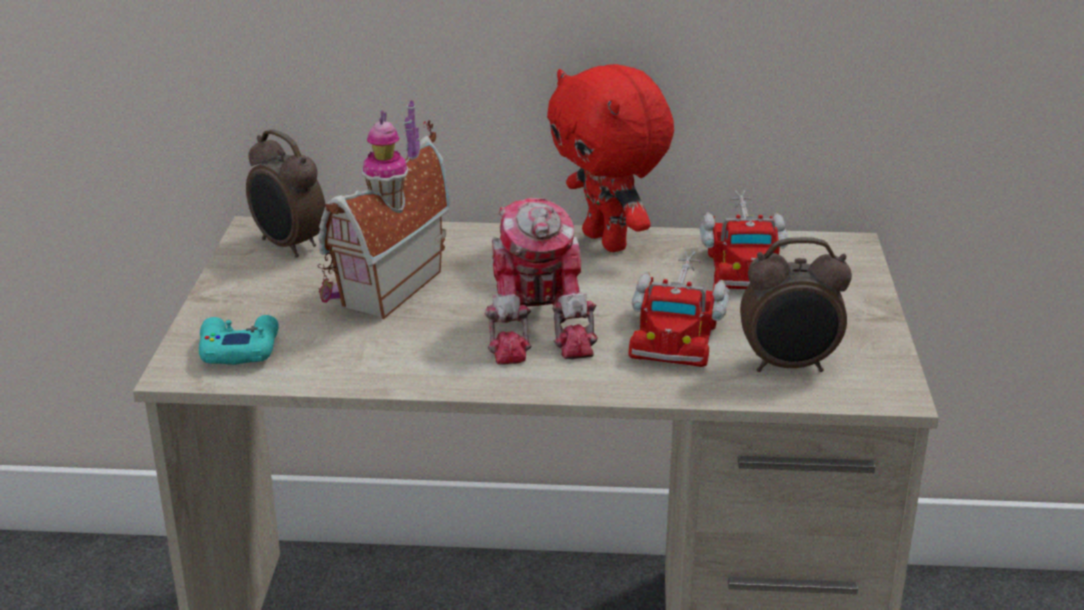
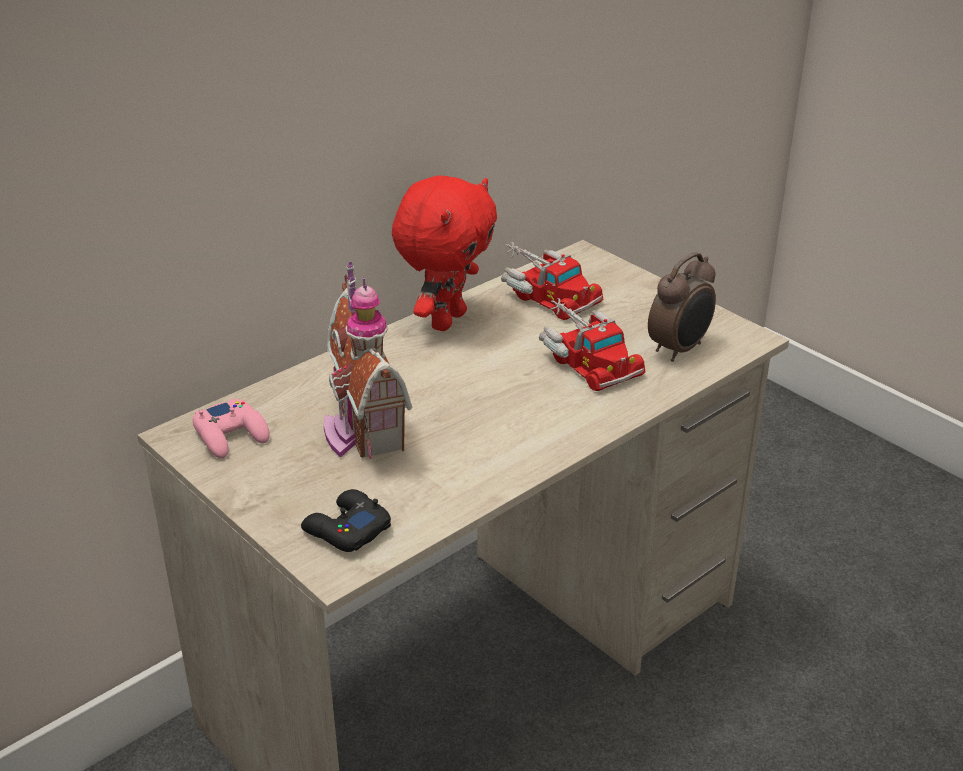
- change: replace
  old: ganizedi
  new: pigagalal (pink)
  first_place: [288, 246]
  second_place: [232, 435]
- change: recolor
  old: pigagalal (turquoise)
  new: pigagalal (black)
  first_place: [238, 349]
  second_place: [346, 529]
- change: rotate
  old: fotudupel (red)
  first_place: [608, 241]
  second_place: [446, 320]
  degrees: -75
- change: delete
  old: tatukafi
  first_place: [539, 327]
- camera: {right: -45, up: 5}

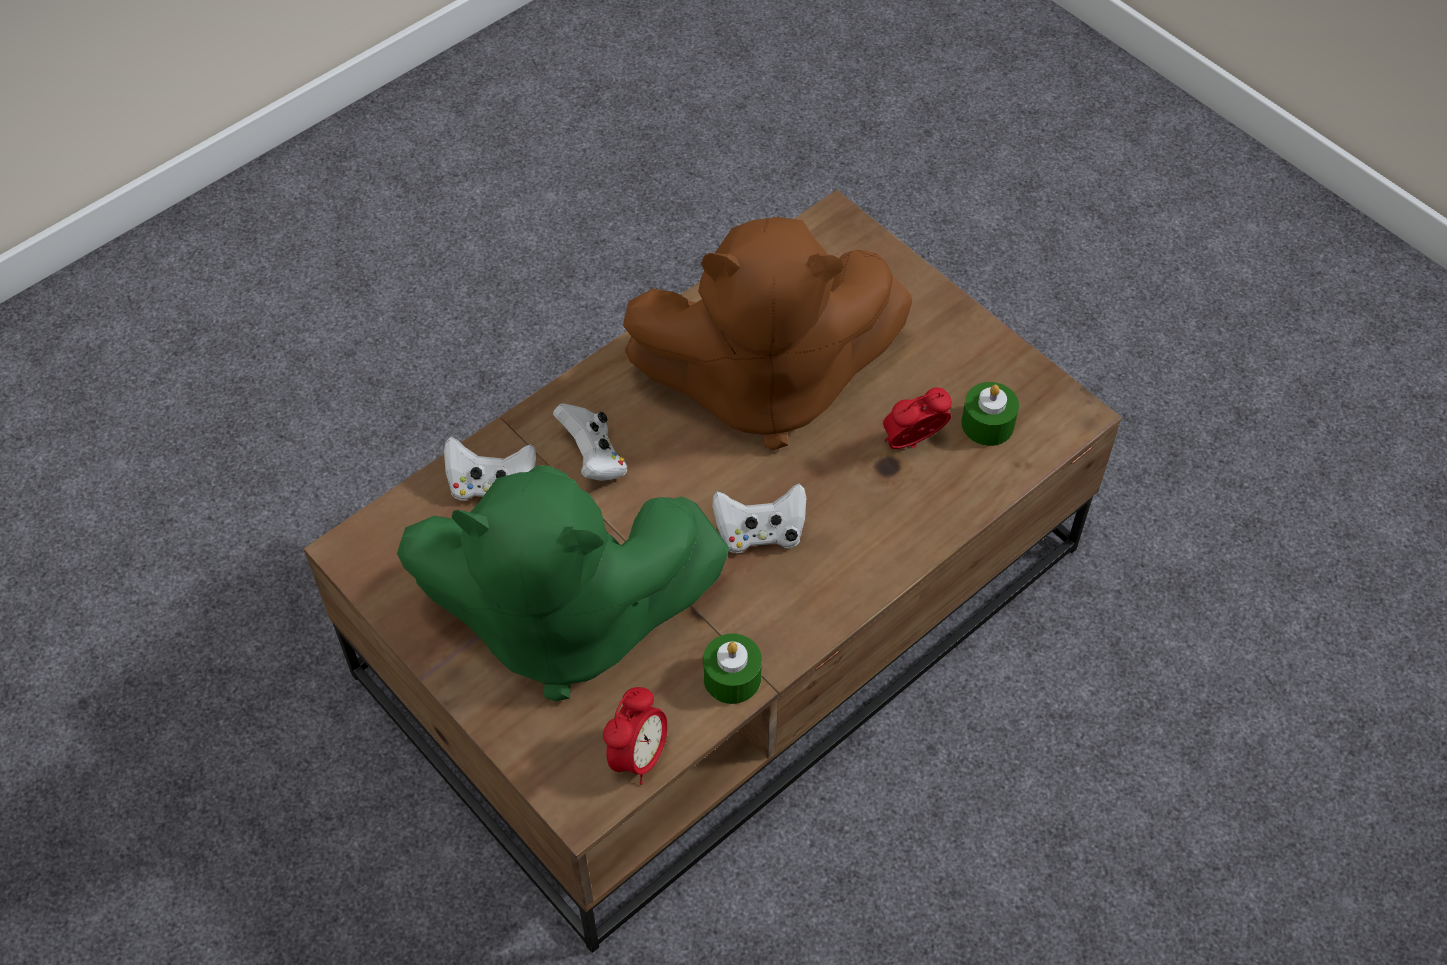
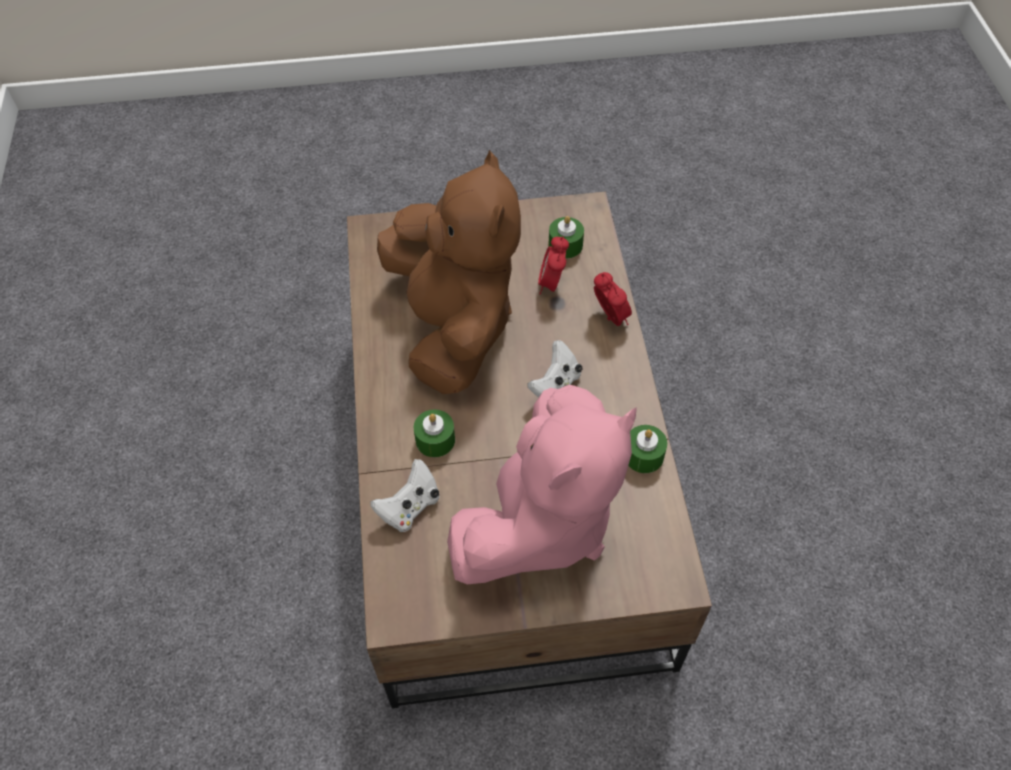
- change: rotate
  old: fotudupel (brown)
  first_place: [763, 384]
  second_place: [453, 326]
  degrees: -45
- change: replace
  old: pigagalal (white)
  new: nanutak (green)
  first_place: [594, 459]
  second_place: [435, 440]
- change: recolor
  old: fotudupel (green)
  new: fotudupel (pink)
  first_place: [563, 620]
  second_place: [541, 521]
- change: move
  old: ganizedi
  first_place: [638, 756]
  second_place: [610, 318]
- camera: {right: -55, up: 0}

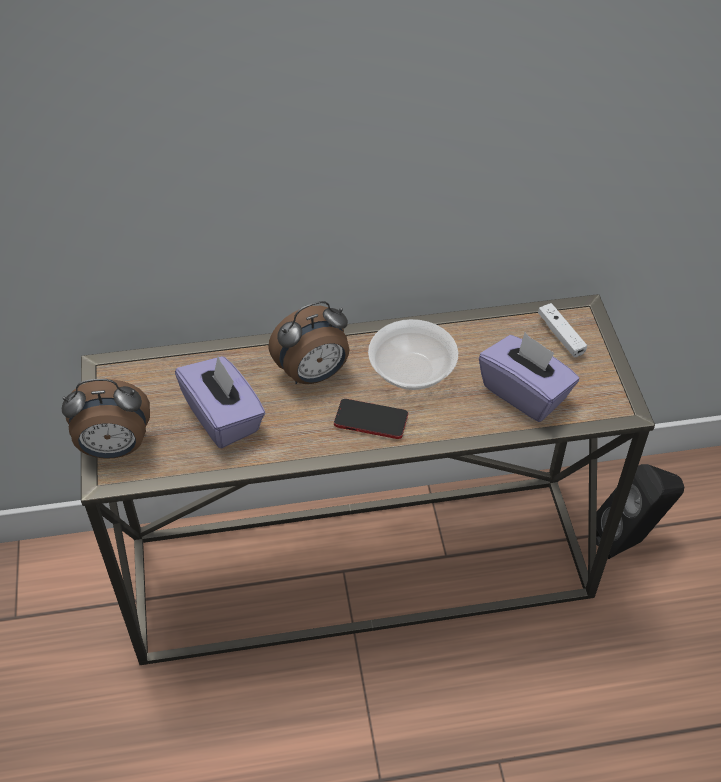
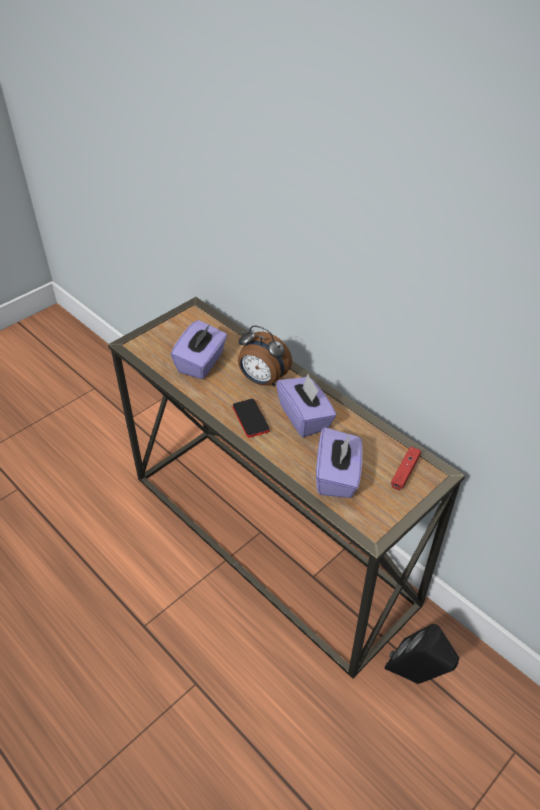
- change: replace
  old: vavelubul
  new: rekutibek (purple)
  first_place: [411, 370]
  second_place: [305, 418]
- change: recolor
  old: pigagalal (white)
  new: pigagalal (red)
  first_place: [560, 335]
  second_place: [405, 472]
- change: delete
  old: ganizedi
  first_place: [115, 448]
- camera: {right: 55, up: -5}

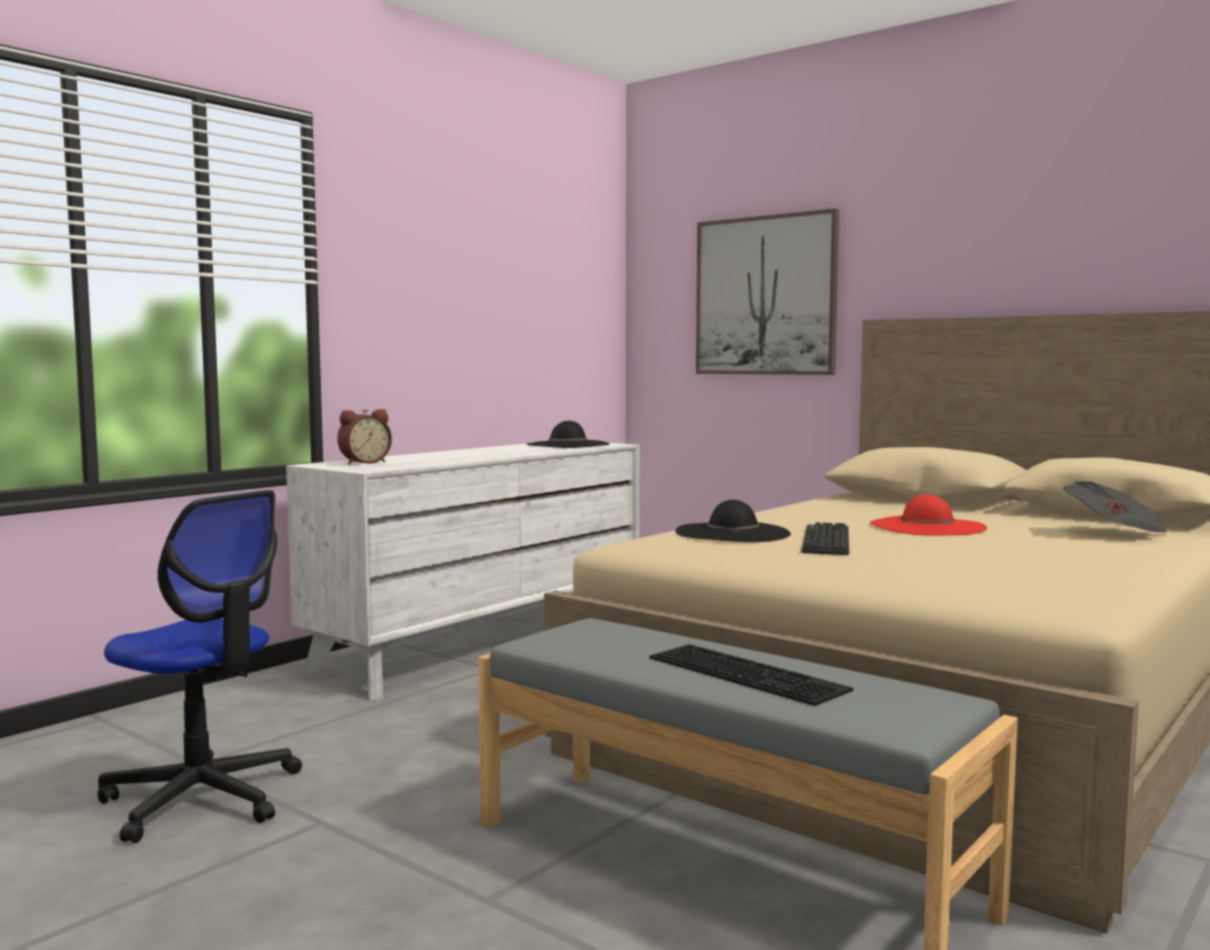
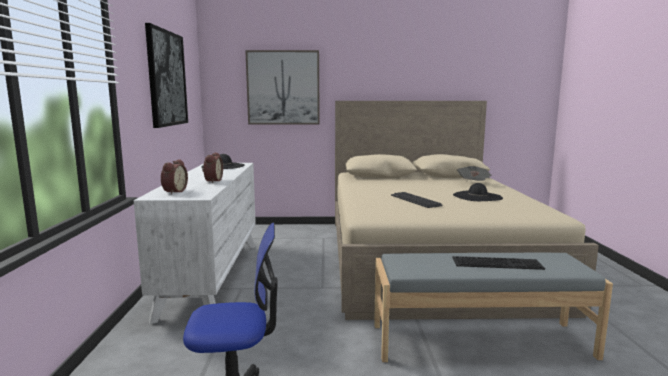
- change: insert
  new: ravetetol
  second_place: [166, 78]
- change: insert
  new: ganizedi
  second_place: [212, 181]
- change: move
  old: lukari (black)
  first_place: [732, 533]
  second_place: [477, 196]
- change: delete
  old: lukari (red)
  first_place: [927, 526]
- camera: {right: -40, up: 5}

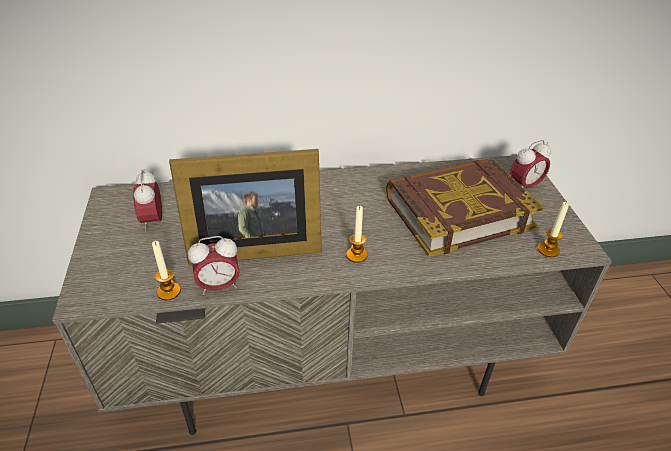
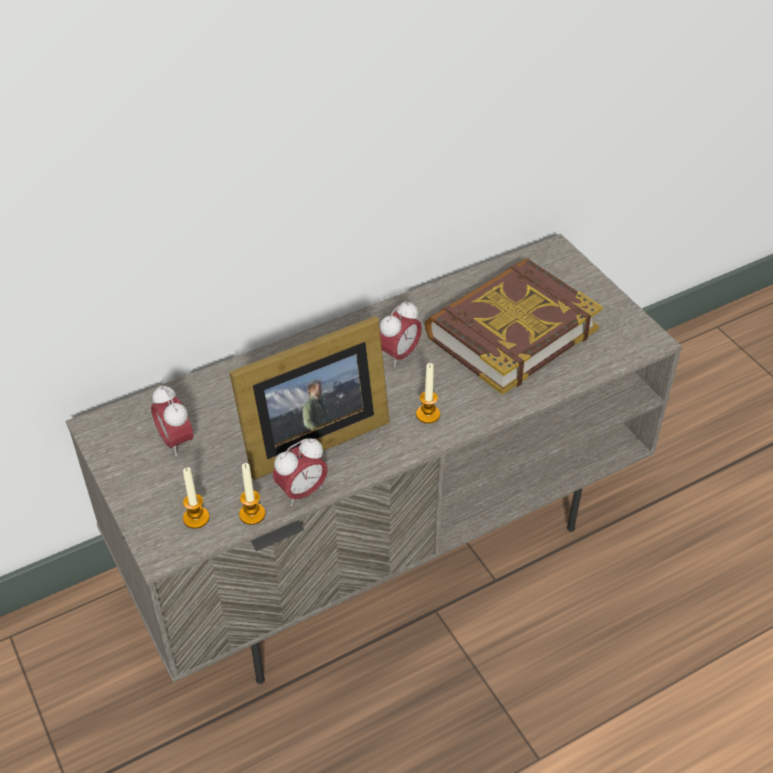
- change: move
  old: nanutak
  first_place: [548, 250]
  second_place: [196, 518]
- change: move
  old: ganizedi
  first_place: [524, 186]
  second_place: [399, 355]
- camera: {right: -20, up: 5}

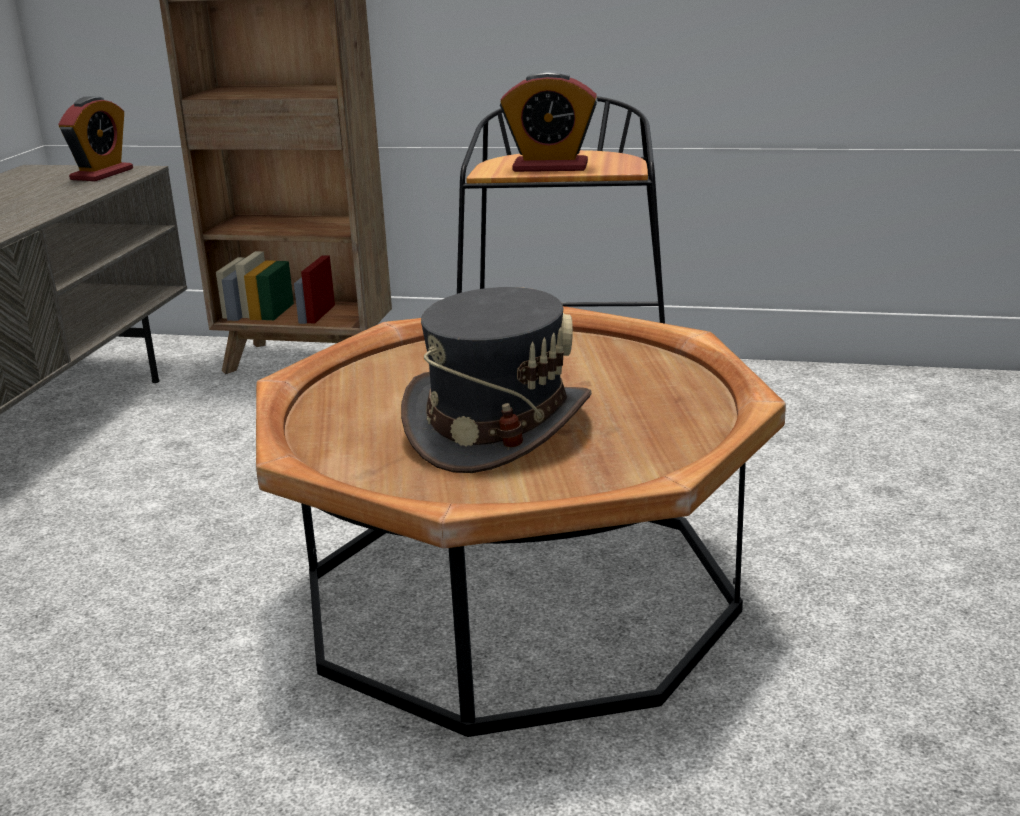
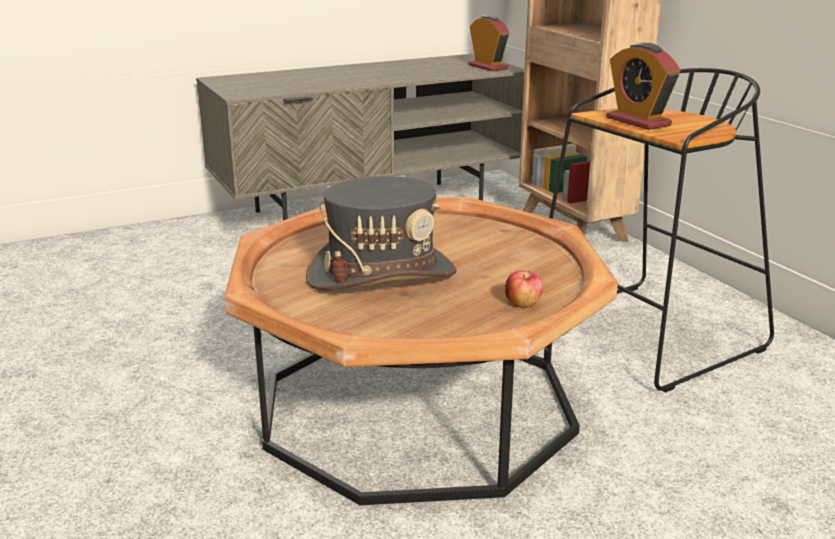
- change: rotate
  old: ganizedi
  first_place: [102, 174]
  second_place: [487, 67]
  degrees: -105
- change: insert
  new: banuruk
  second_place: [523, 303]
- camera: {right: 50, up: 0}

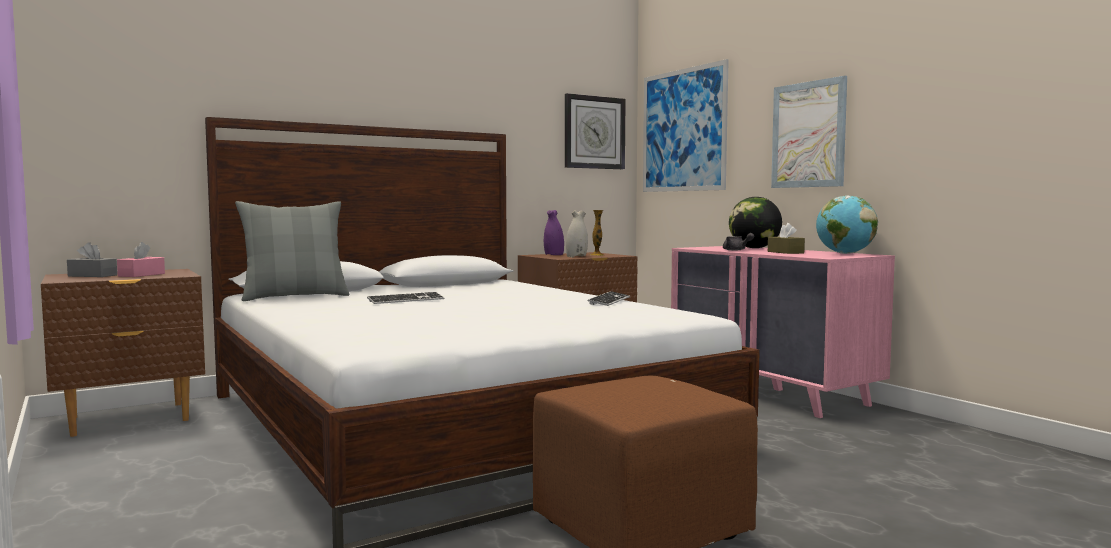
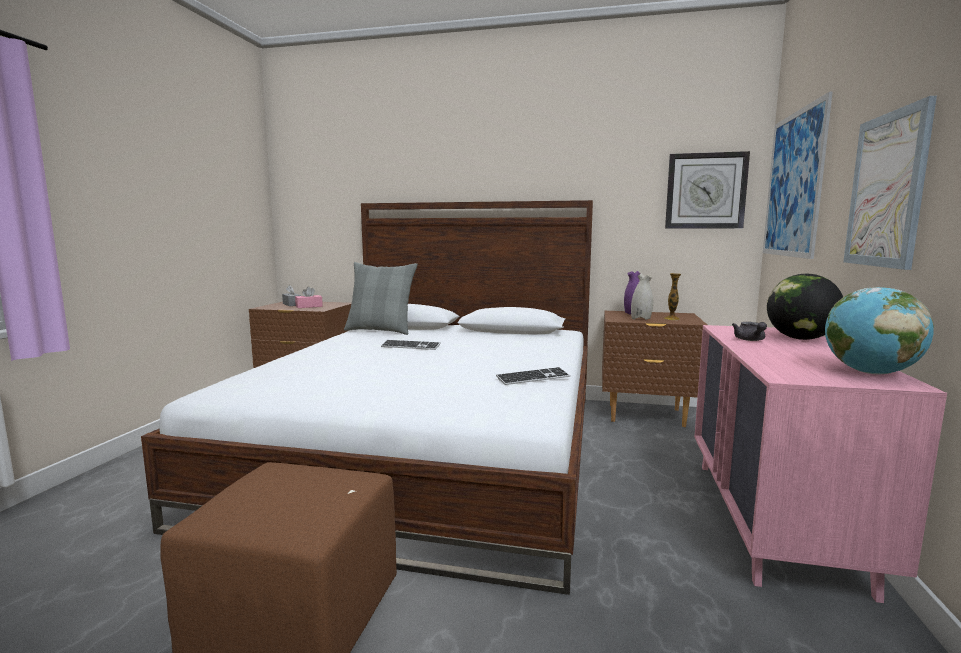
- change: delete
  old: rekutibek (brown)
  first_place: [785, 252]
- camera: {right: 45, up: 5}

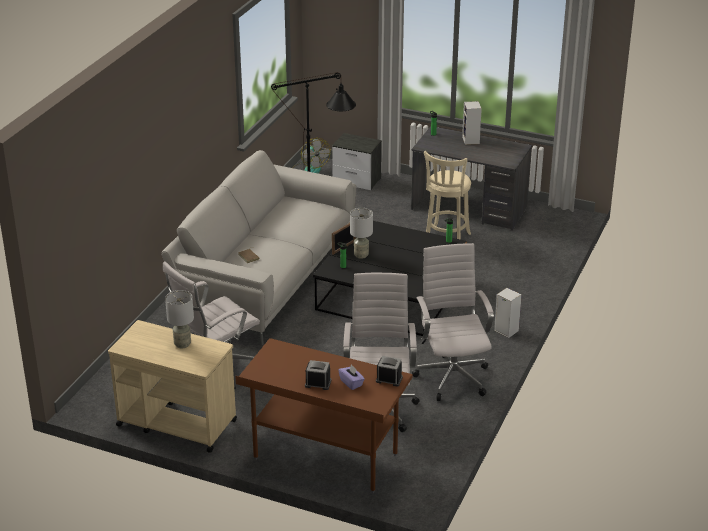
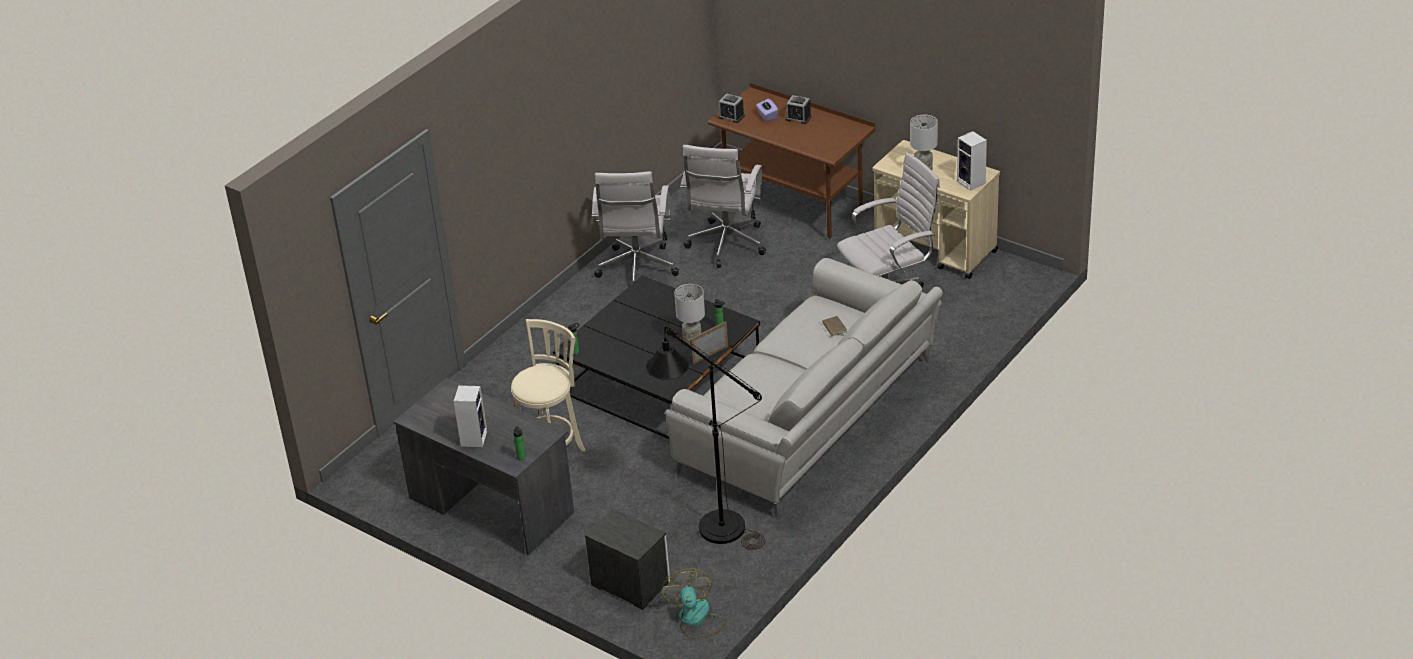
- change: move
  old: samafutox
  first_place: [505, 330]
  second_place: [972, 182]
- camera: {right: -165, up: 5}

